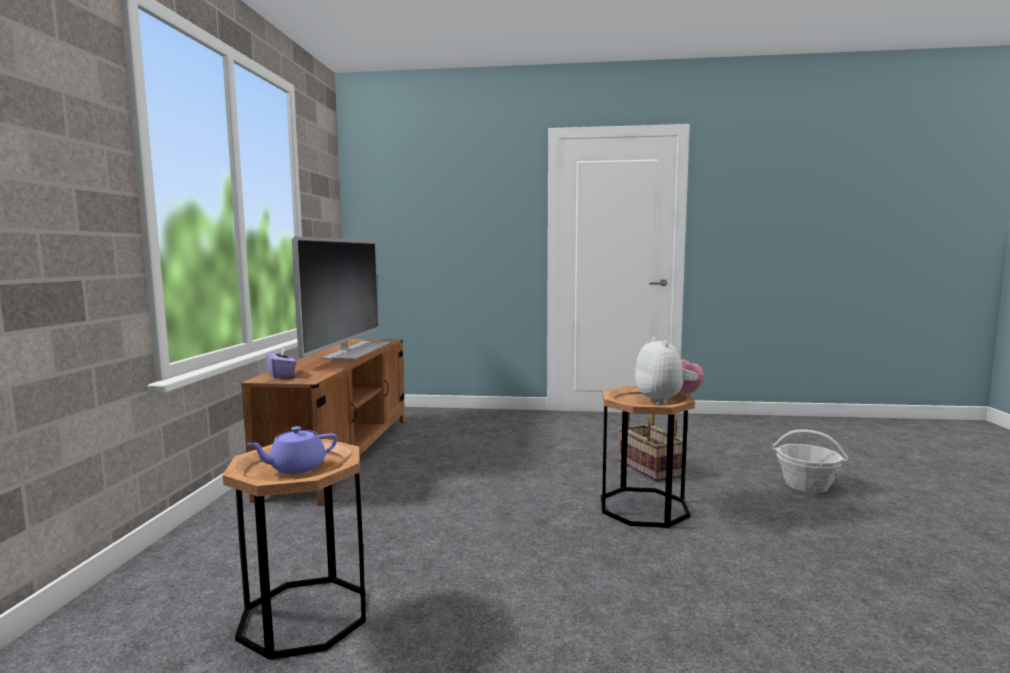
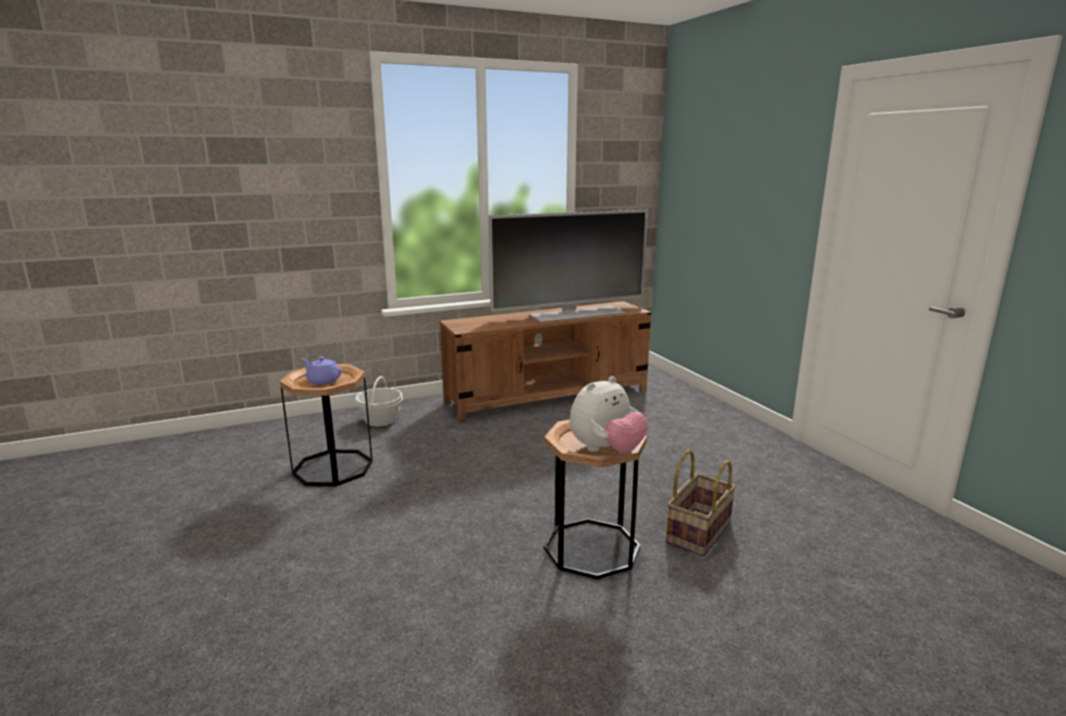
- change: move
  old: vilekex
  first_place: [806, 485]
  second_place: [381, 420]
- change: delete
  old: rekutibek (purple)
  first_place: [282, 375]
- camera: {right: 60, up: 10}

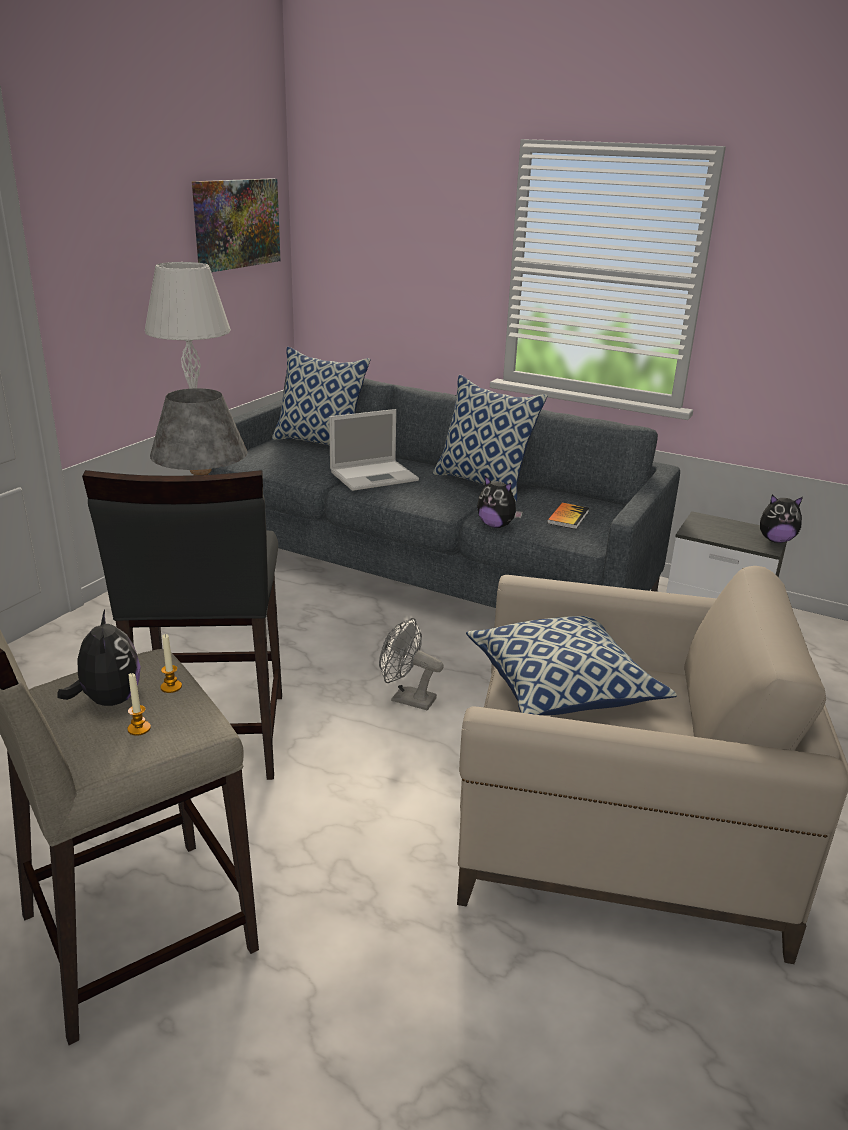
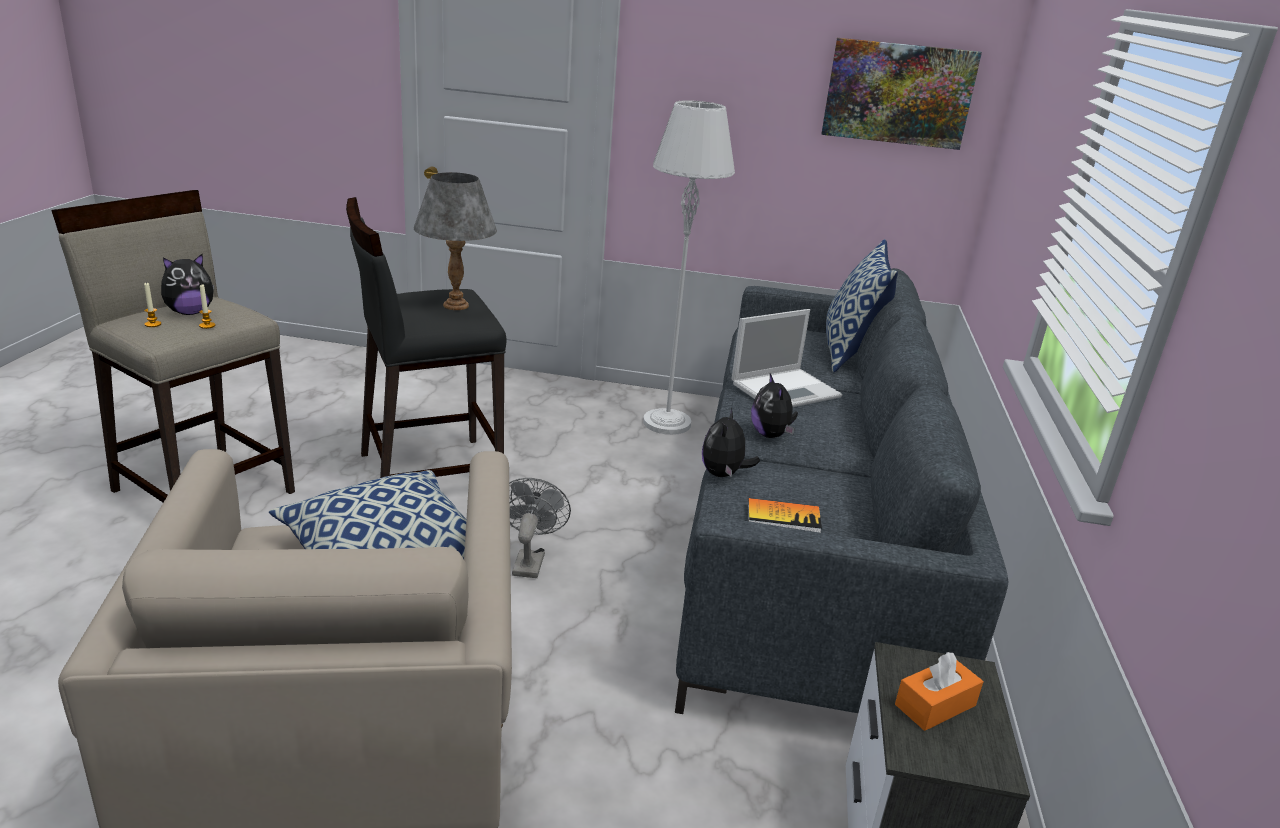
- change: rotate
  old: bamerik
  first_place: [375, 476]
  second_place: [787, 389]
  degrees: -75
- change: move
  old: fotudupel
  first_place: [775, 540]
  second_place: [771, 435]
- change: insert
  new: rekutibek (orange)
  second_place: [935, 705]
- change: delete
  old: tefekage
  first_place: [483, 483]
- camera: {right: 70, up: 0}

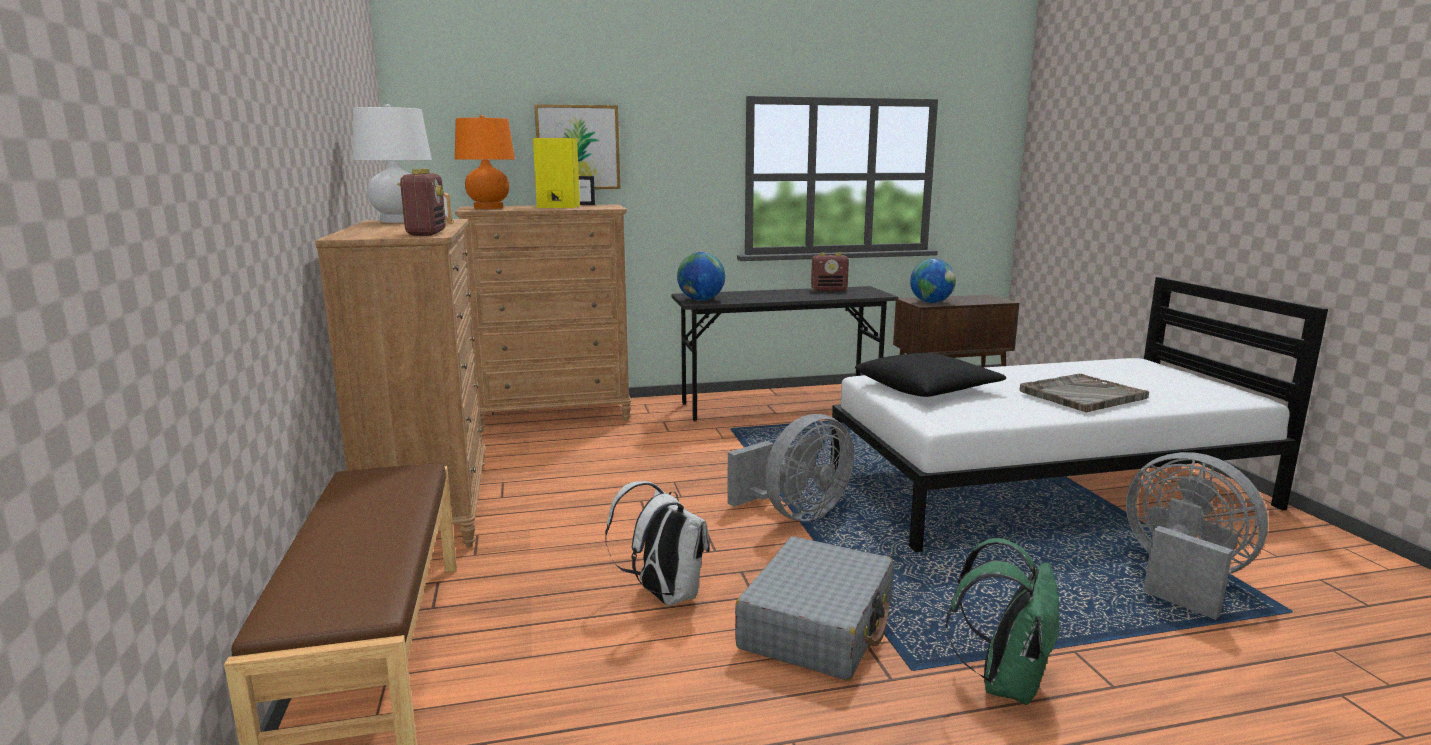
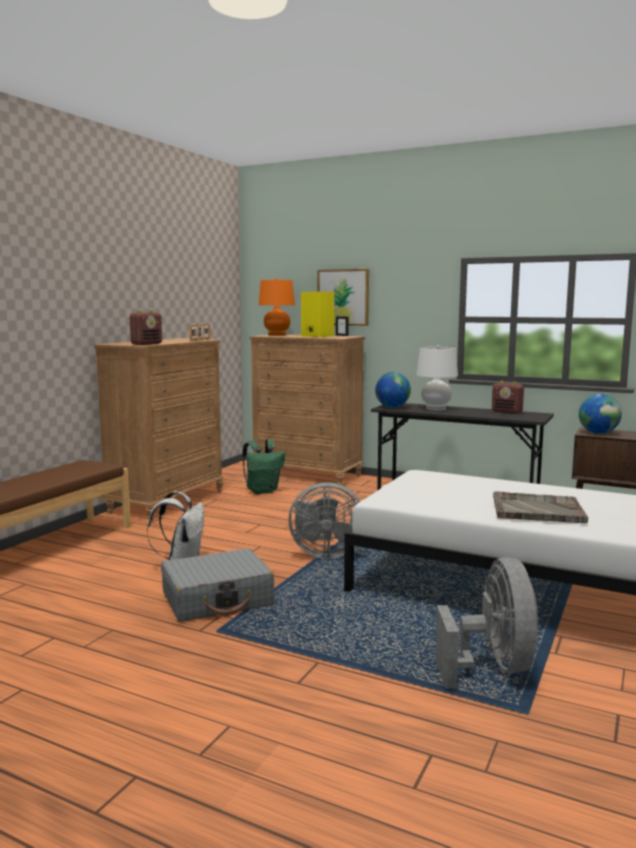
- change: move
  old: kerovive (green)
  first_place: [1005, 682]
  second_place: [263, 491]
- change: move
  old: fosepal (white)
  first_place: [399, 221]
  second_place: [436, 408]
- change: delete
  old: tefekage (black)
  first_place: [927, 388]
- camera: {right: 40, up: -5}

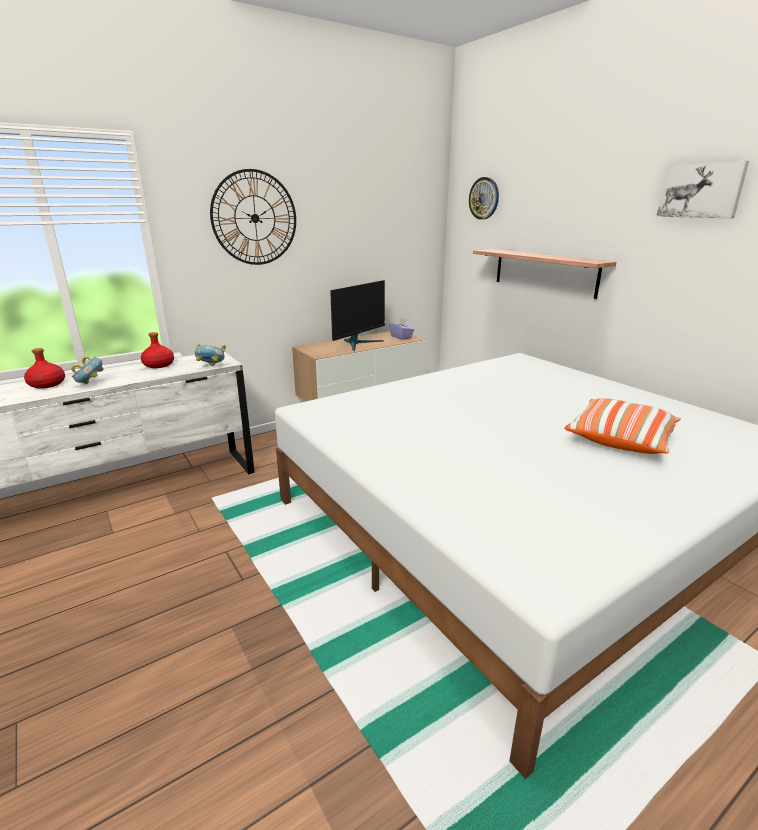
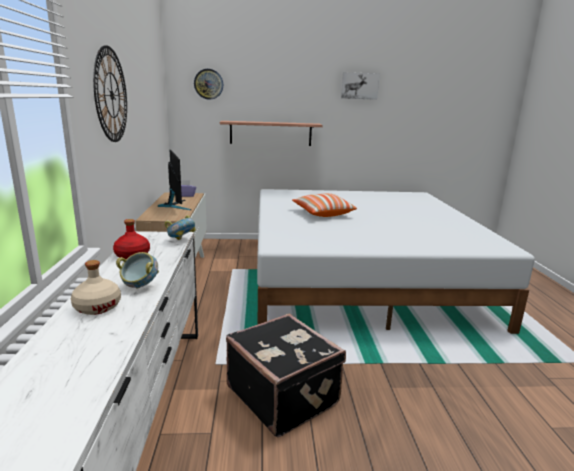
- change: recolor
  old: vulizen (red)
  new: vulizen (beige)
  first_place: [47, 384]
  second_place: [97, 307]
- change: insert
  new: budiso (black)
  second_place: [283, 394]
- change: move
  old: tefekage
  first_place: [620, 439]
  second_place: [322, 213]
- camera: {right: -60, up: -5}

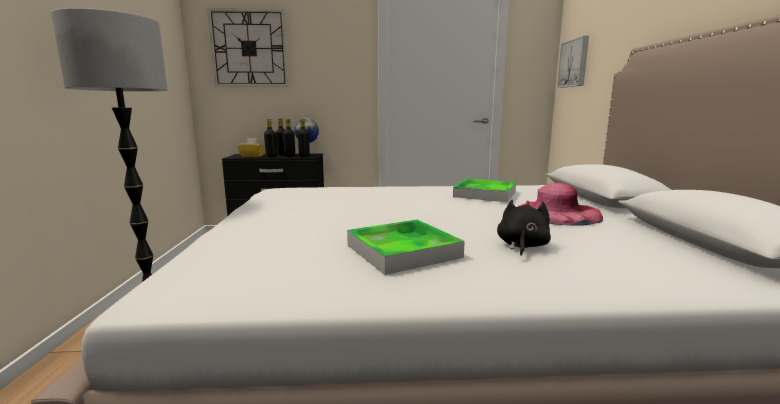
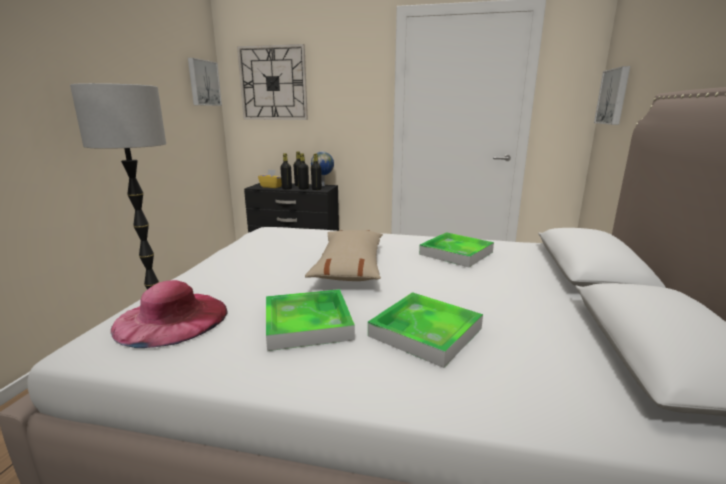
- change: move
  old: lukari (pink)
  first_place: [556, 213]
  second_place: [171, 318]
- change: insert
  new: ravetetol
  second_place: [203, 83]
- change: insert
  new: tefekage (beige)
  second_place: [350, 266]
- change: replace
  old: fotudupel (black)
  new: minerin
  first_place: [522, 246]
  second_place: [425, 332]
- camera: {right: 15, up: 5}

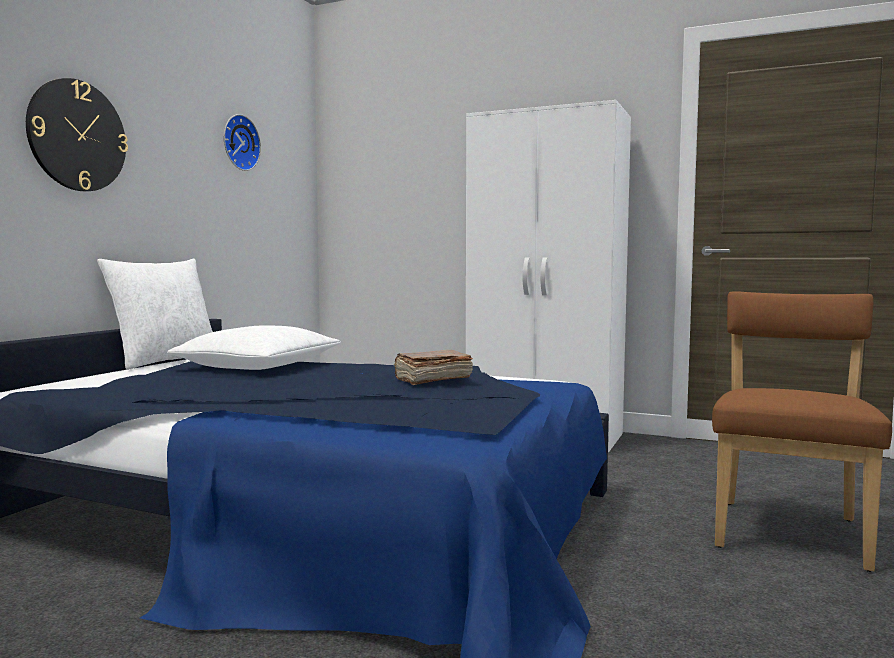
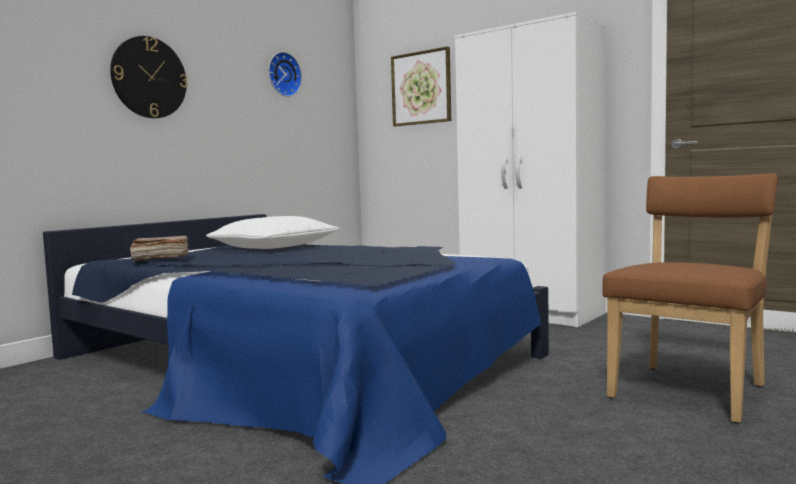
- change: move
  old: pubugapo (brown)
  first_place: [432, 380]
  second_place: [160, 258]
- change: insert
  new: ravetetol
  second_place: [421, 88]
- change: delete
  old: tefekage (white)
  first_place: [165, 361]
- camera: {right: 15, up: 0}

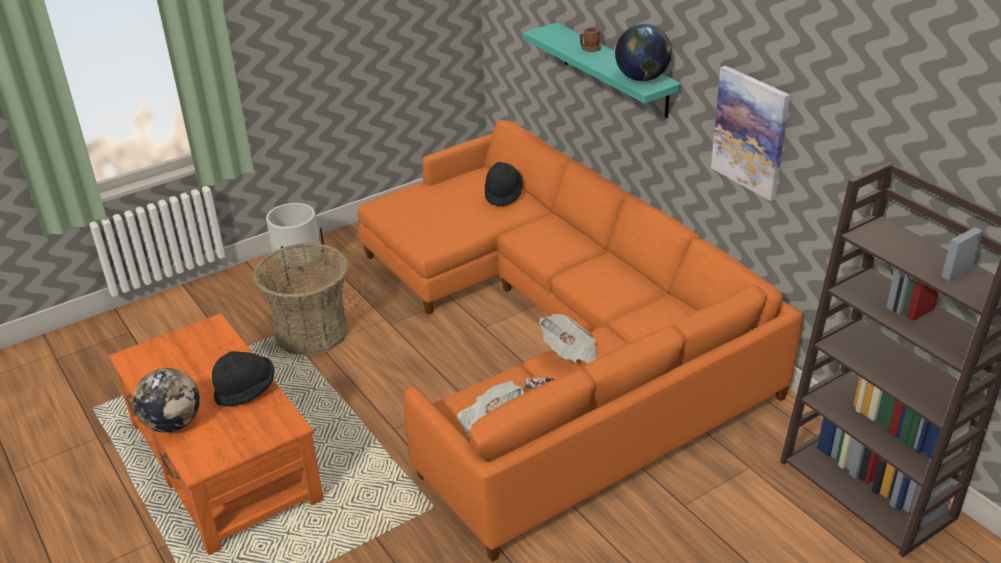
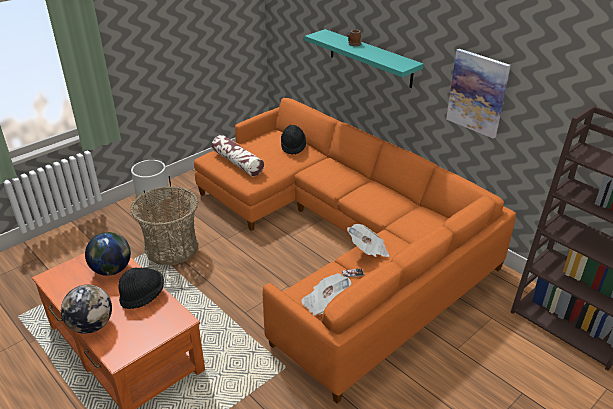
- change: move
  old: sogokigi
  first_place: [642, 78]
  second_place: [112, 269]
- change: insert
  new: tefekage
  second_place: [238, 163]
- camera: {right: -10, up: 0}

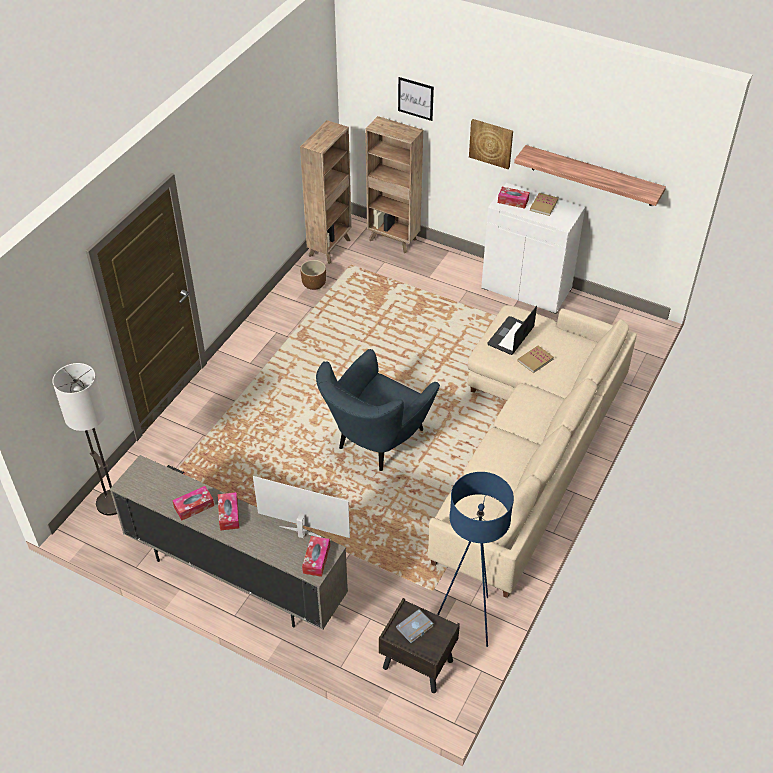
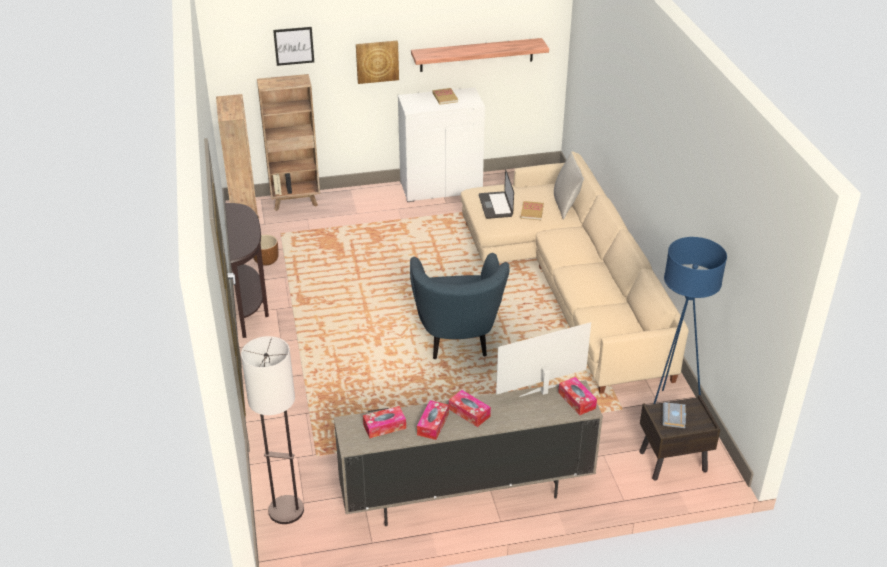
- change: insert
  new: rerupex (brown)
  second_place: [252, 305]
- change: move
  old: rekutibek
  first_place: [513, 201]
  second_place: [384, 426]
- change: insert
  new: tefekage (grey)
  second_place: [566, 205]
- camera: {right: -40, up: -10}

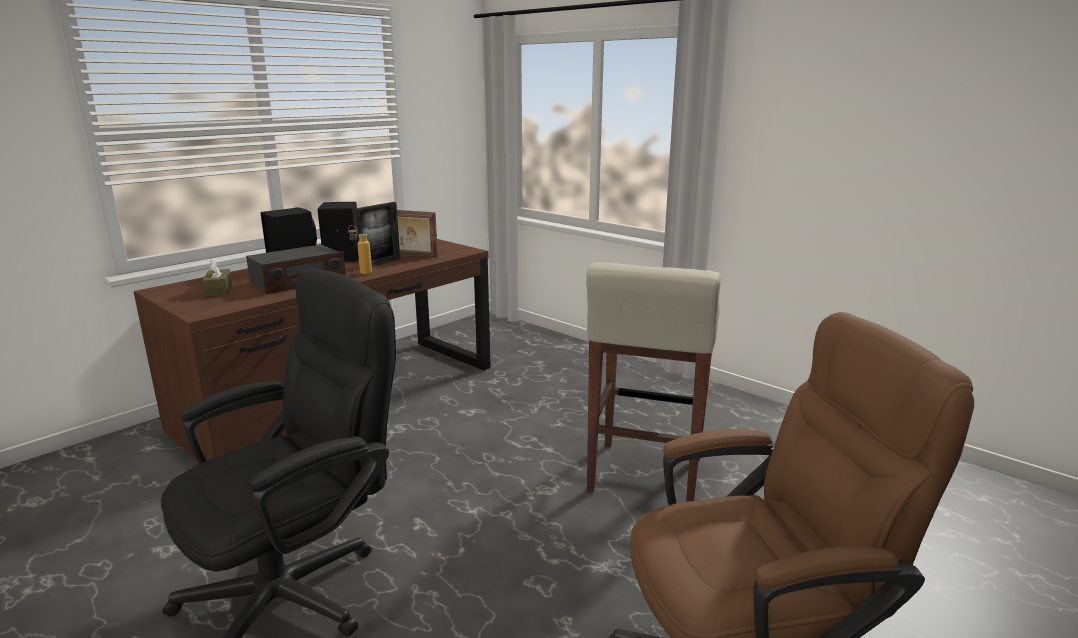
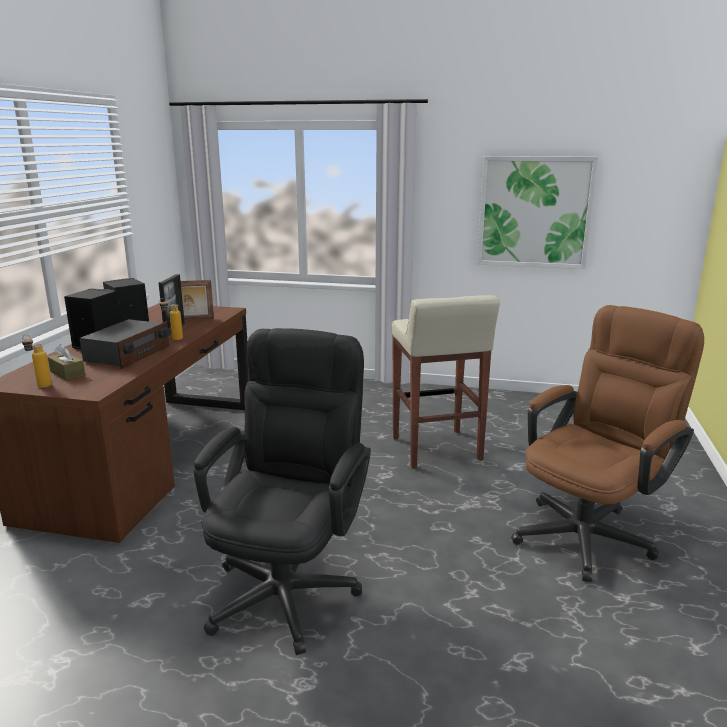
- change: insert
  new: vulizen
  second_place: [40, 385]
- change: insert
  new: ravetetol
  second_place: [534, 212]
- camera: {right: -30, up: 0}

